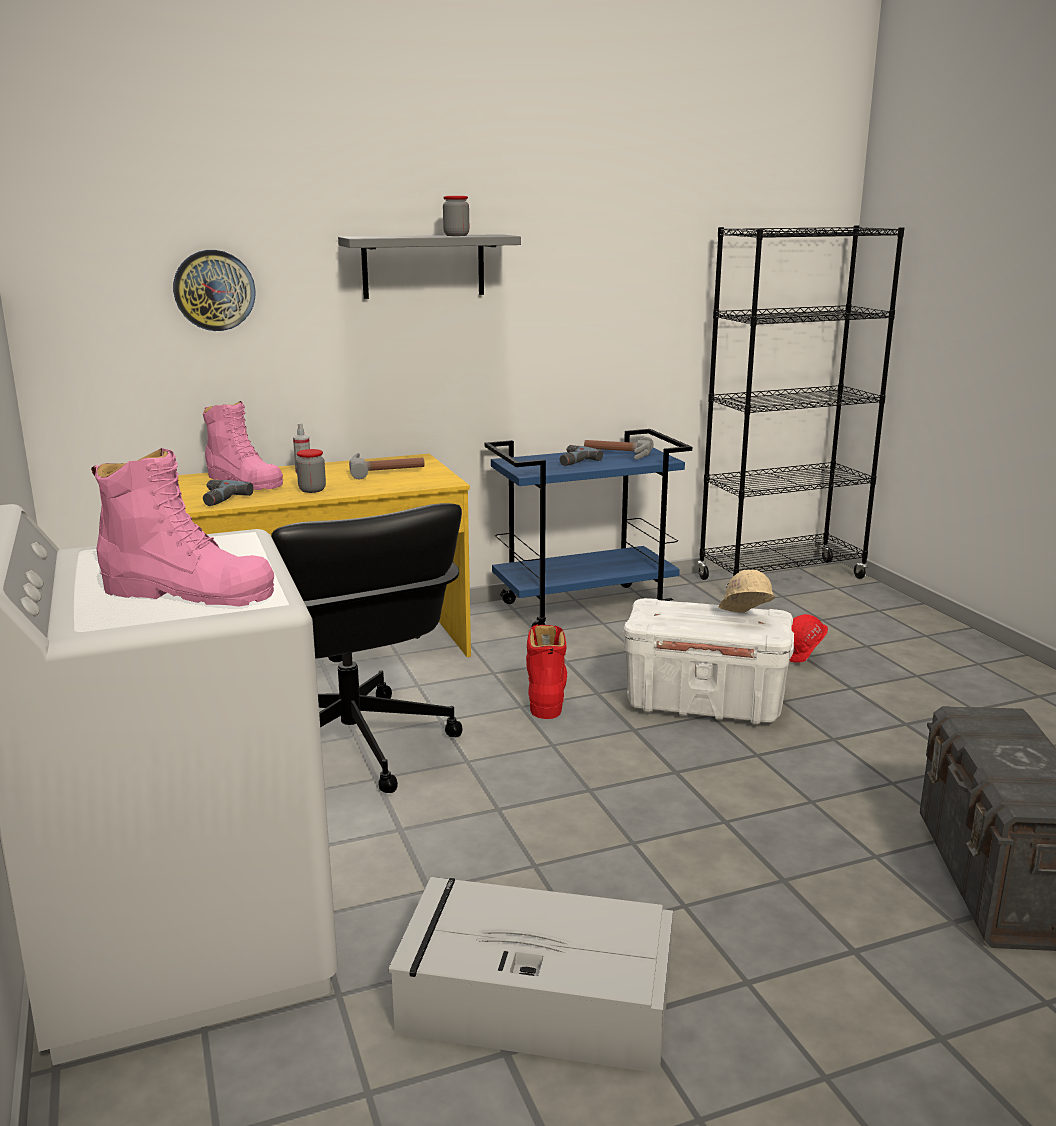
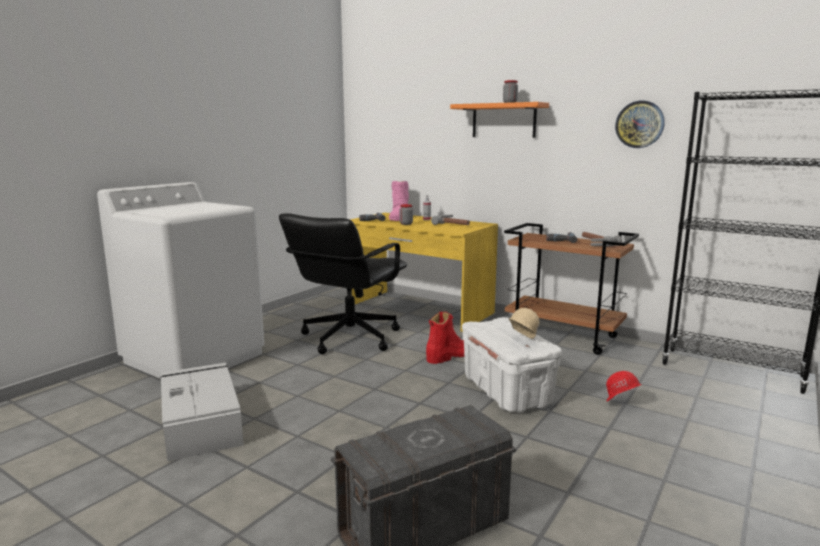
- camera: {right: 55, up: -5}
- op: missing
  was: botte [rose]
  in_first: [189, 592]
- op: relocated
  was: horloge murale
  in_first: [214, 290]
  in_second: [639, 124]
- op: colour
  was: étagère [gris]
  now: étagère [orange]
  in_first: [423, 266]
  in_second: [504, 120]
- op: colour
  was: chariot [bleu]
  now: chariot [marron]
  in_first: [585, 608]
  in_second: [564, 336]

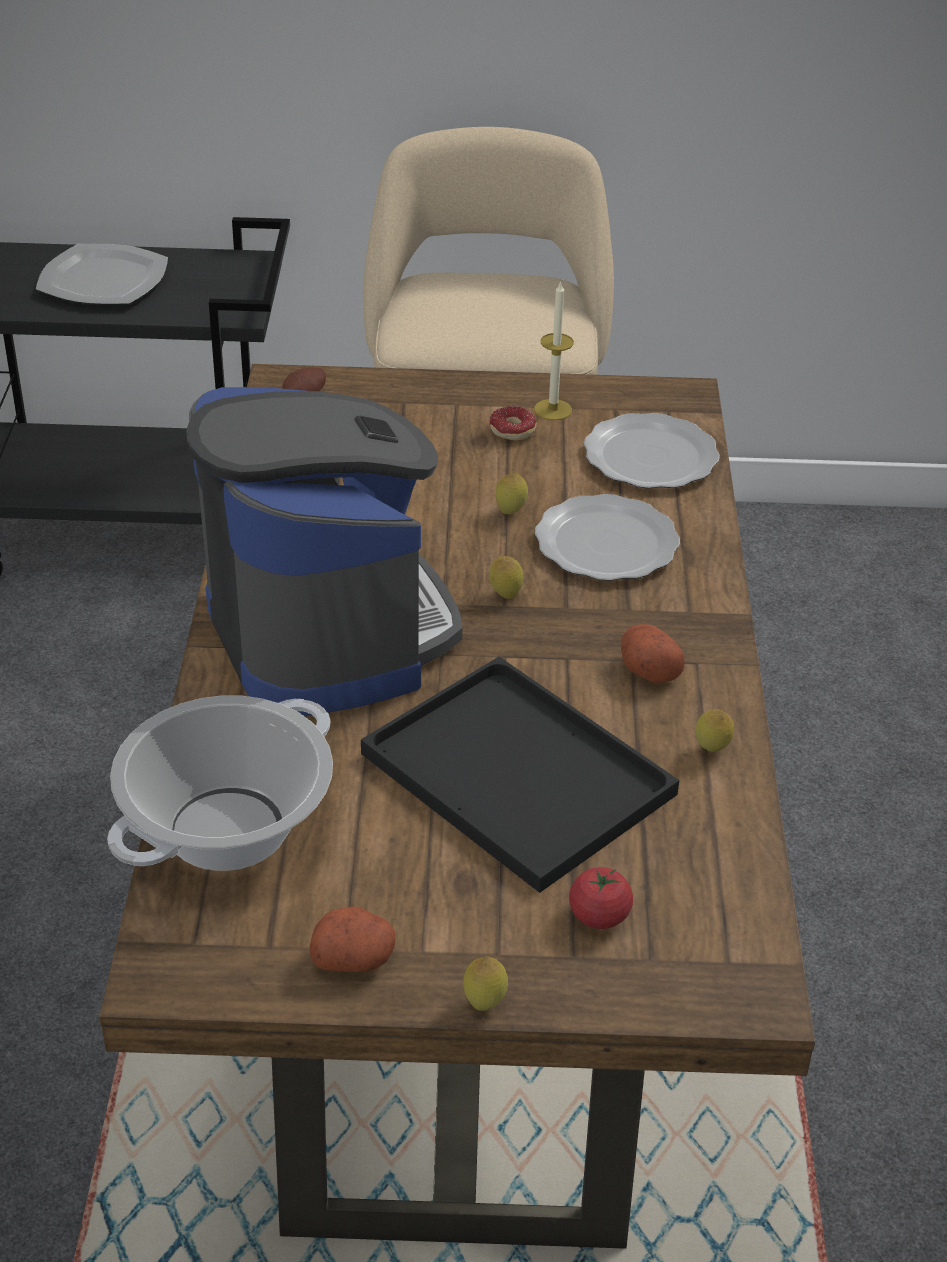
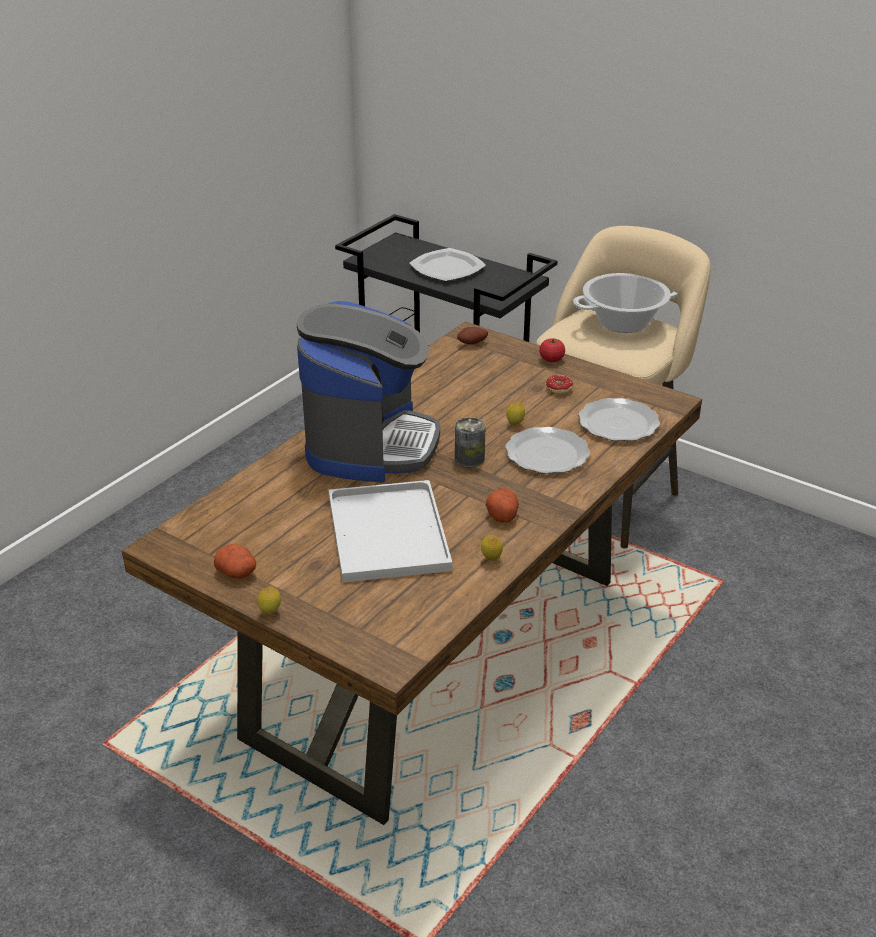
- camera: {right: 35, up: -5}
- op: missing
  was: bougie
  in_first: [553, 410]
- op: relocated
  was: marmite
  in_first: [226, 829]
  in_second: [623, 322]
- op: relocated
  was: tomate
  in_first: [599, 916]
  in_second: [551, 359]
- op: exchanged
  was: citron
  now: boîte métallique
  in_first: [505, 595]
  in_second: [469, 459]
- op: colour
  was: plateau [noir]
  now: plateau [blanc]
  in_first: [511, 772]
  in_second: [386, 531]

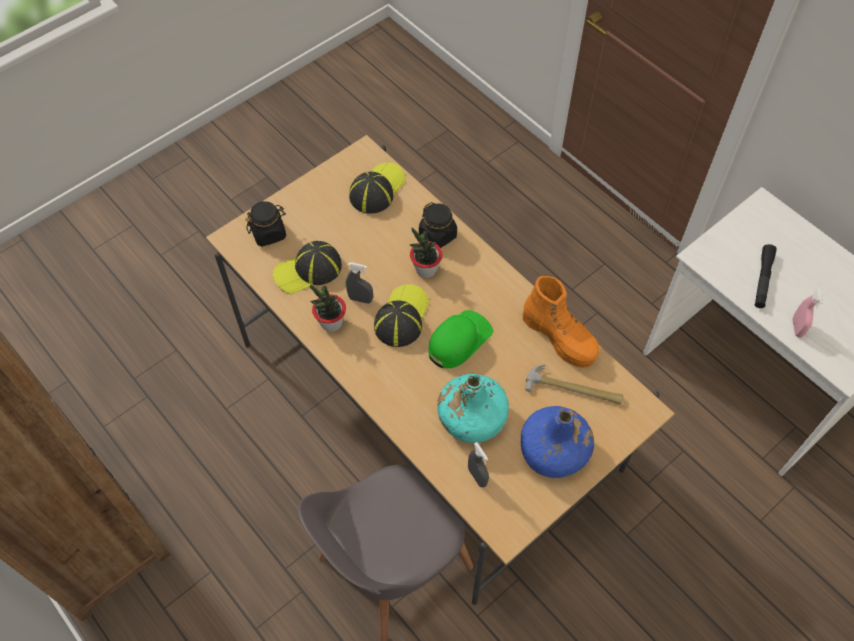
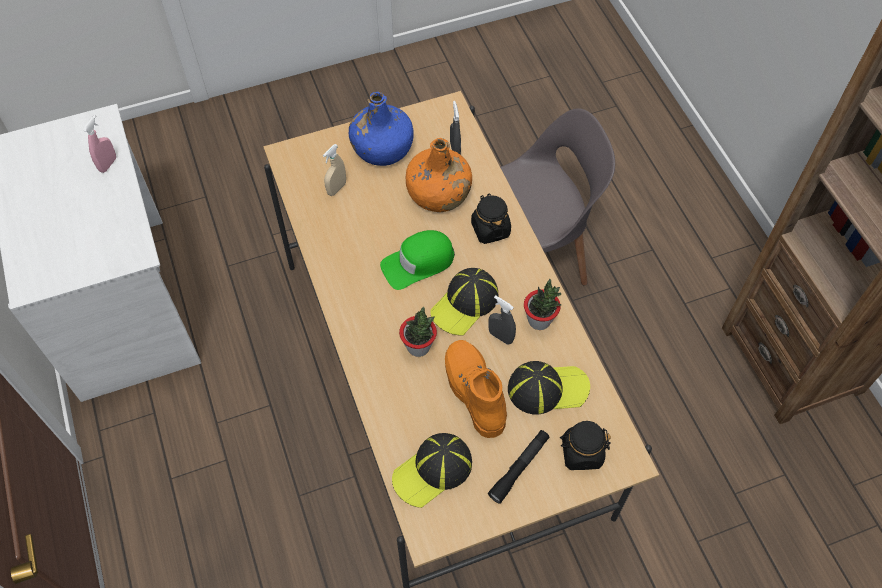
- camera: {right: -160, up: 0}
- op: relocated
  was: bocal [noir]
  in_first: [438, 235]
  in_second: [490, 229]
- op: relocated
  was: botte [orange]
  in_first: [560, 337]
  in_second: [474, 393]
- op: relocated
  was: lampe de poche [noir]
  in_first: [762, 280]
  in_second: [519, 468]
- op: exchanged
  was: marteau
  now: vaporisateur [beige]
  in_first: [573, 390]
  in_second: [336, 188]
- op: colour
  was: bouteille [turquoise]
  now: bouteille [orange]
  in_first: [472, 418]
  in_second: [438, 194]

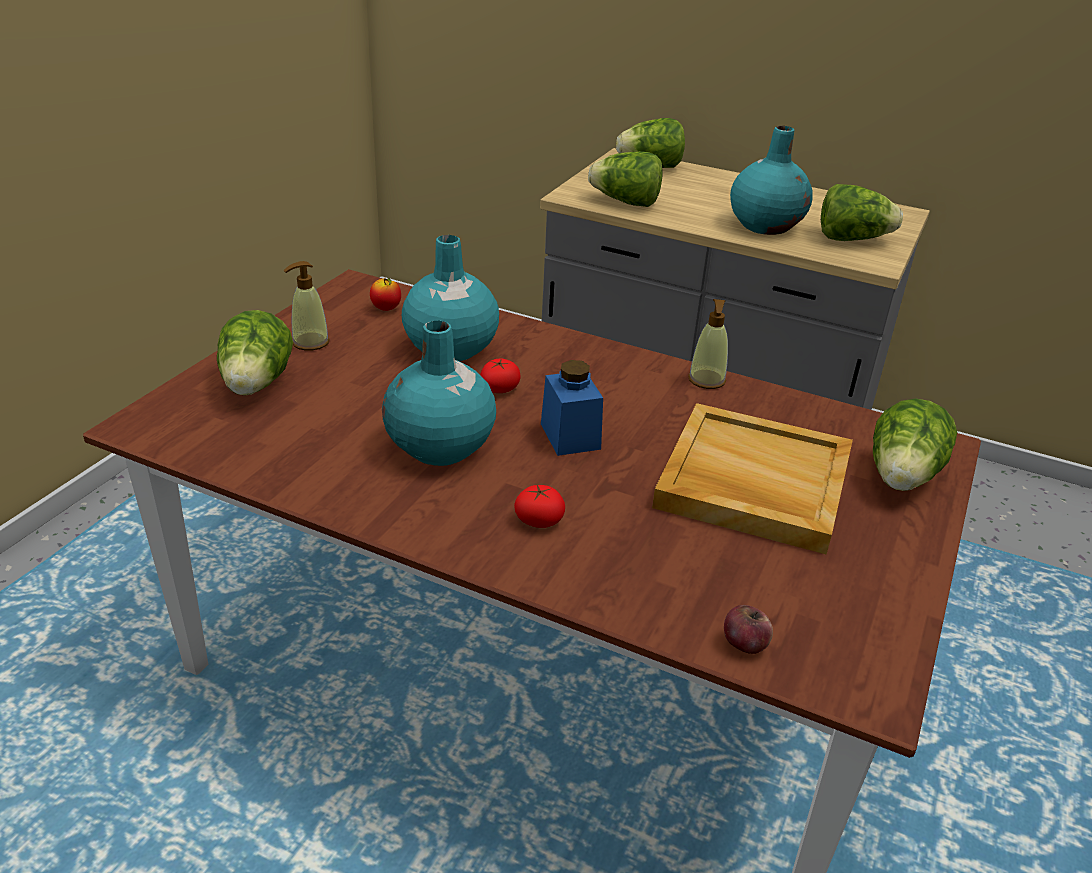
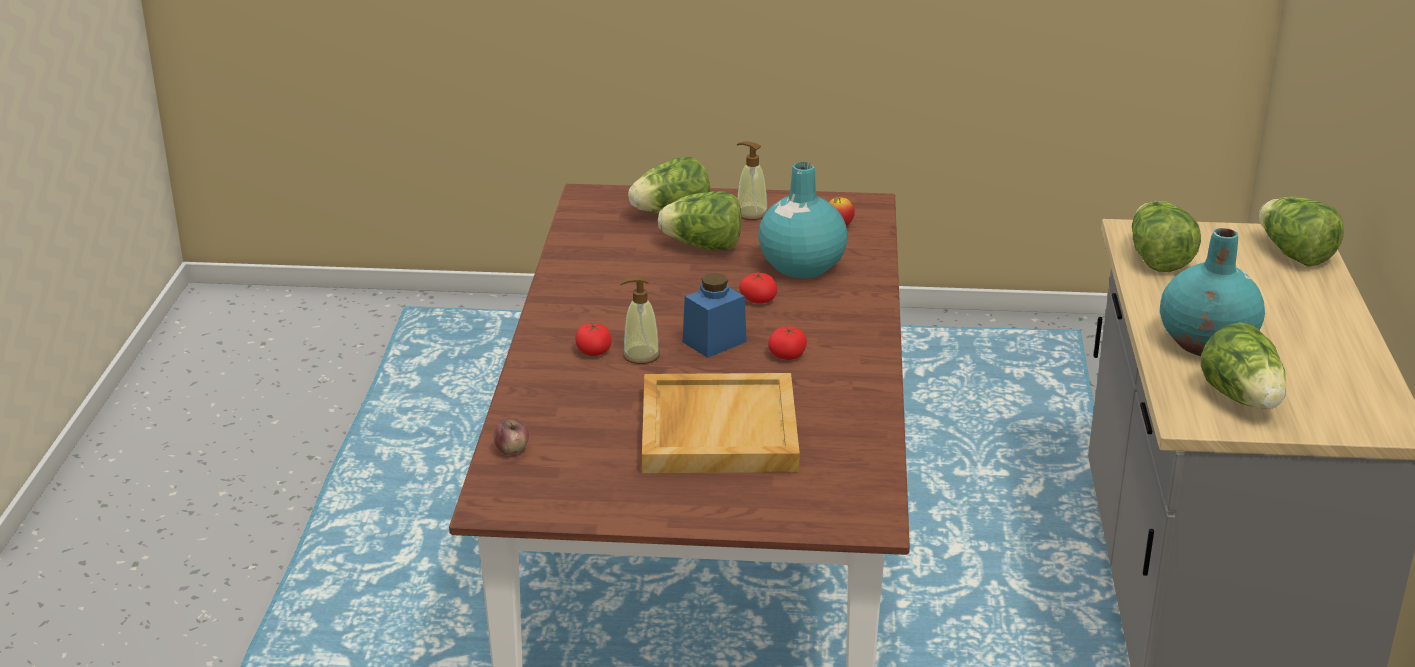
- camera: {right: 70, up: -5}
- op: missing
  was: vase [turquoise]
  in_first: [440, 447]
- op: appeared
  now: tomate
  in_second: [787, 355]
- op: relocated
  was: distributeur de savon
  in_first: [706, 380]
  in_second: [640, 355]
- op: relocated
  was: laitue
  in_first: [902, 478]
  in_second: [703, 247]

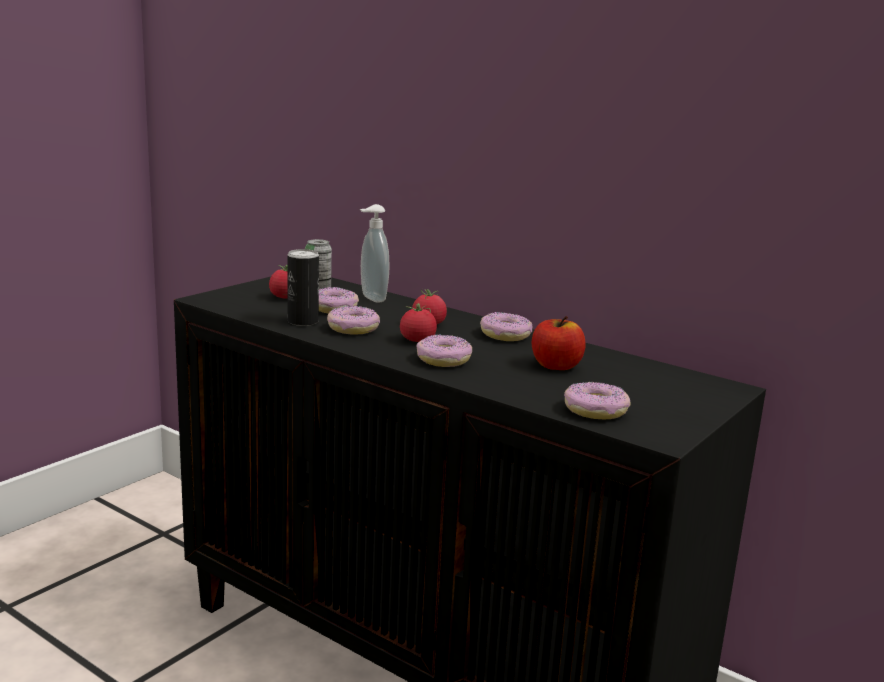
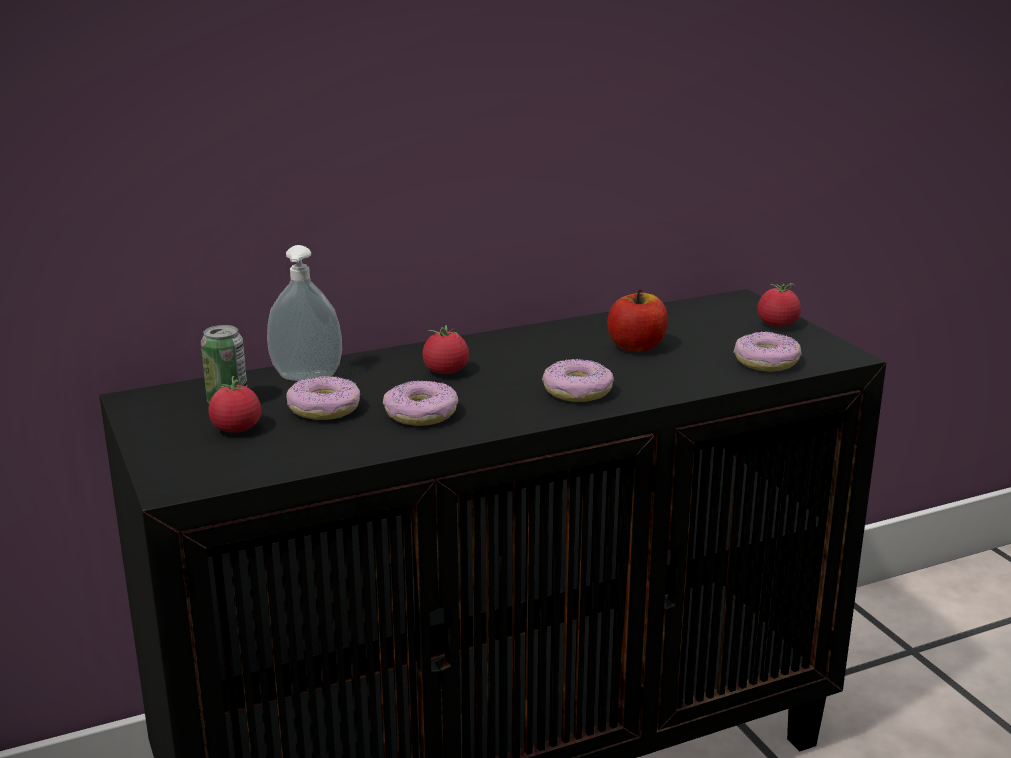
- camera: {right: -60, up: 5}
- op: missing
  was: boîte métallique
  in_first: [303, 321]
- op: missing
  was: beignet
  in_first: [505, 335]
- op: relocated
  was: tomate
  in_first: [417, 340]
  in_second: [777, 324]

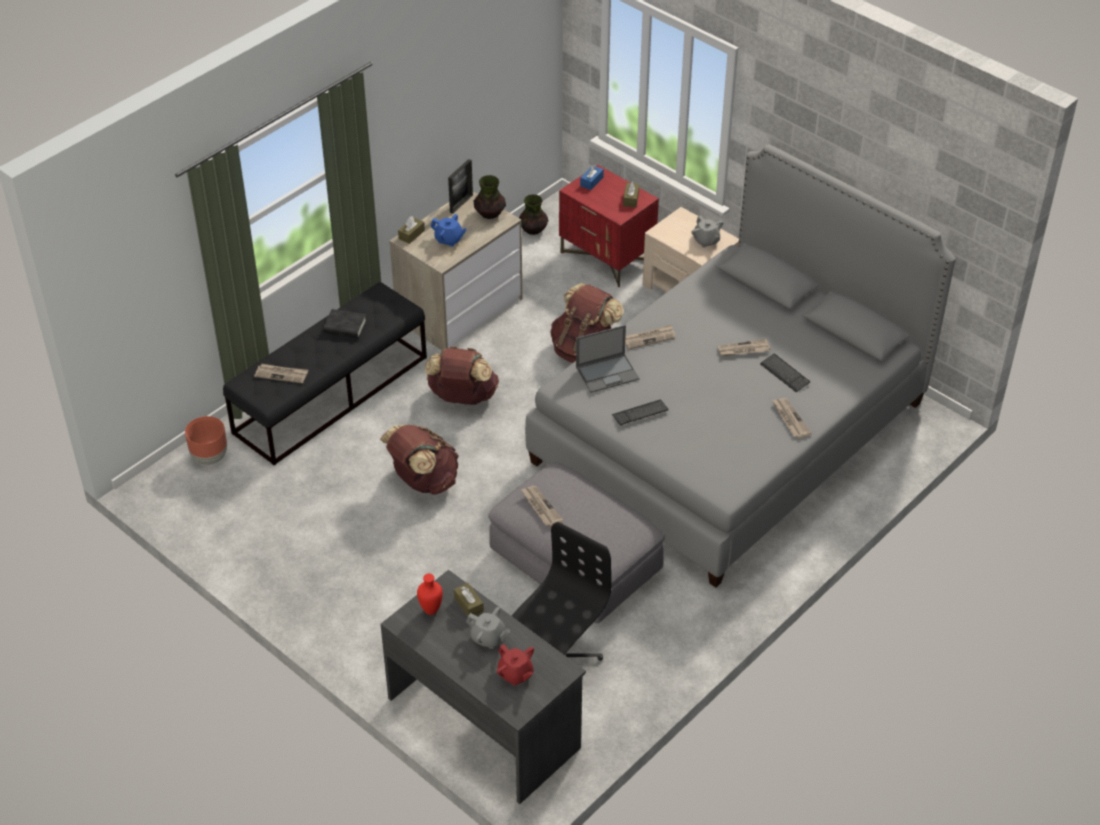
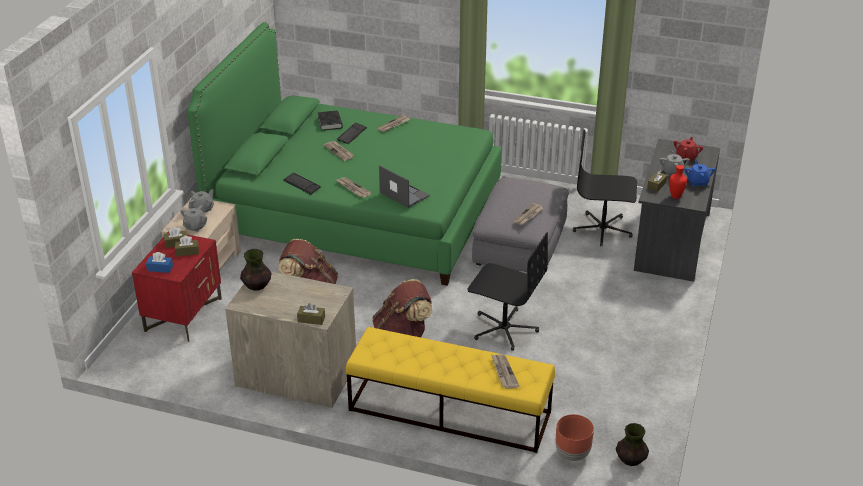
- camera: {right: -115, up: -10}
- op: missing
  was: cadre photo
  in_first: [461, 203]
- op: appeared
  now: boîte à mouchoirs [marron]
  in_second: [187, 252]
- op: appeared
  now: théière [gris]
  in_second: [195, 227]
- op: relocated
  was: livre [noir]
  in_first: [345, 327]
  in_second: [330, 123]
- op: relocated
  was: théière [bleu]
  in_first: [449, 240]
  in_second: [697, 182]
- op: relocated
  was: vase
  in_first: [533, 230]
  in_second: [630, 460]
- op: relocated
  was: clavier
  in_first: [640, 413]
  in_second: [302, 184]
- op: exchanged
  was: sac à dos [marron]
  now: chaise de bureau [noir]
  in_first: [423, 481]
  in_second: [504, 328]
- op: colour
  was: banc [noir]
  now: banc [jaune]
  in_first: [331, 394]
  in_second: [449, 411]
- op: colour
  was: lit [gris]
  now: lit [vert]
  in_first: [729, 431]
  in_second: [355, 214]

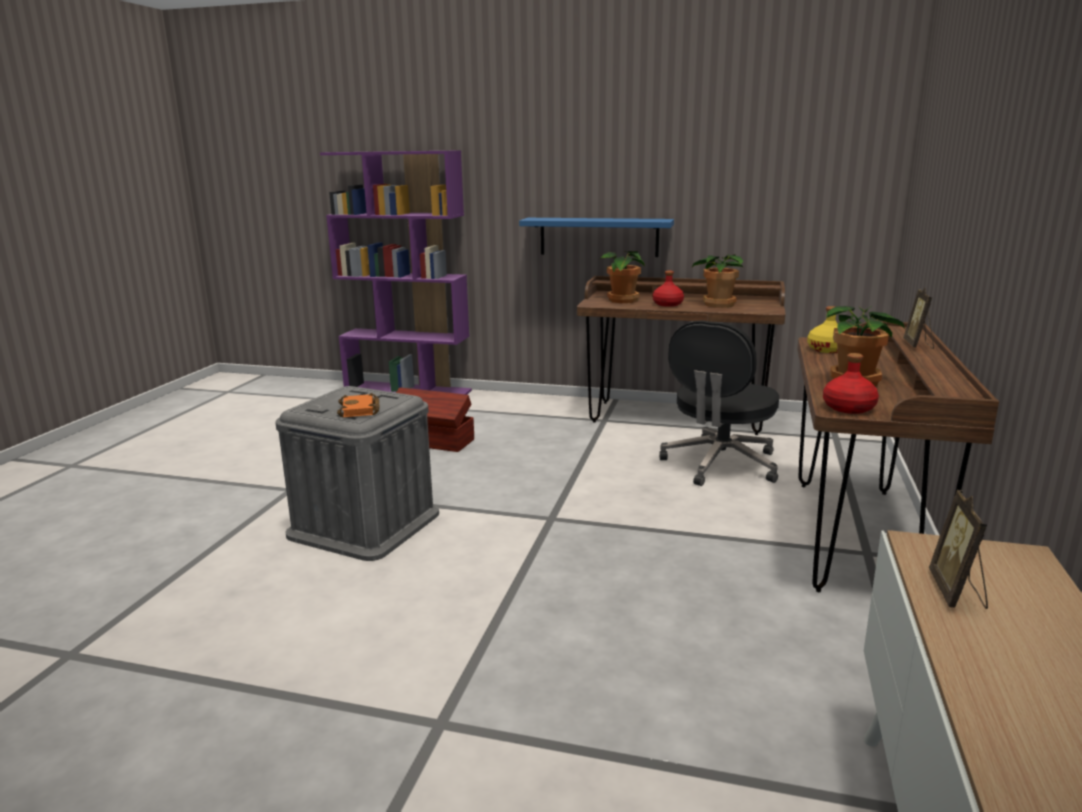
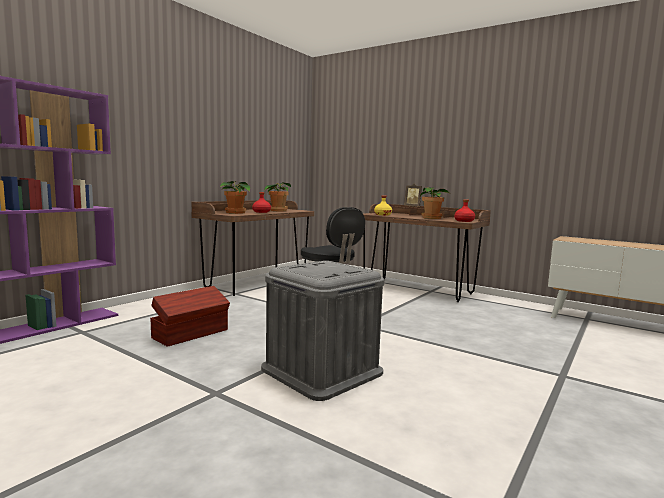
- camera: {right: -70, up: -10}
- op: missing
  was: livre [orange]
  in_first: [360, 410]
- op: missing
  was: étagère [bleu]
  in_first: [599, 237]
- op: missing
  was: cadre photo
  in_first: [957, 592]

